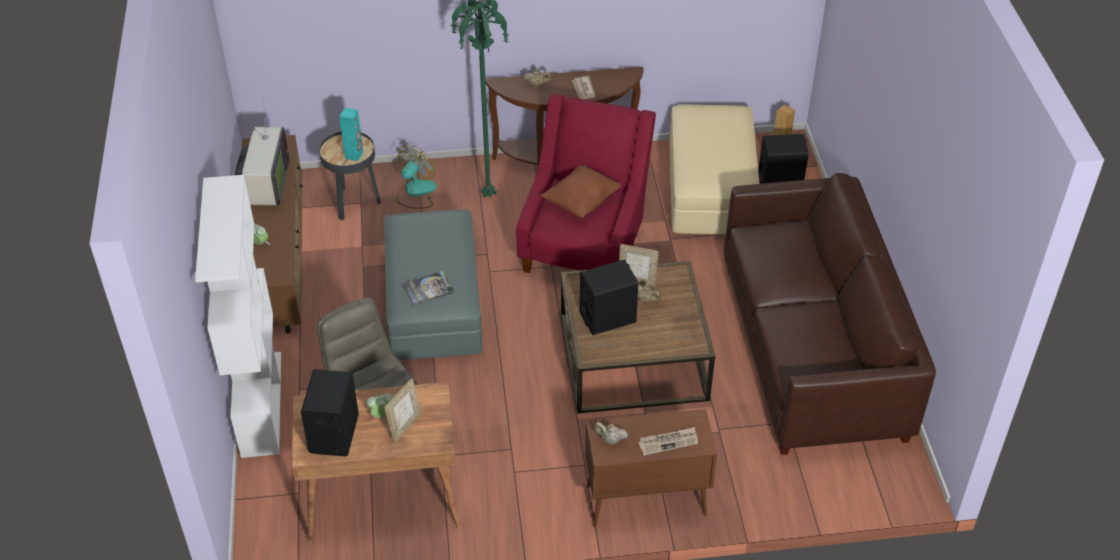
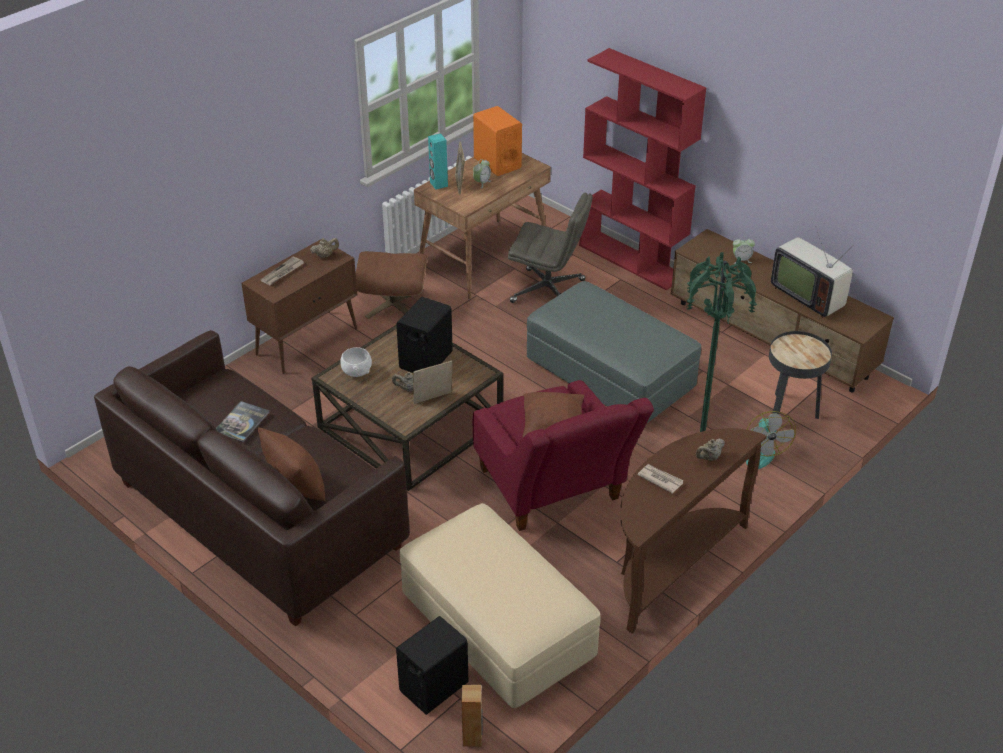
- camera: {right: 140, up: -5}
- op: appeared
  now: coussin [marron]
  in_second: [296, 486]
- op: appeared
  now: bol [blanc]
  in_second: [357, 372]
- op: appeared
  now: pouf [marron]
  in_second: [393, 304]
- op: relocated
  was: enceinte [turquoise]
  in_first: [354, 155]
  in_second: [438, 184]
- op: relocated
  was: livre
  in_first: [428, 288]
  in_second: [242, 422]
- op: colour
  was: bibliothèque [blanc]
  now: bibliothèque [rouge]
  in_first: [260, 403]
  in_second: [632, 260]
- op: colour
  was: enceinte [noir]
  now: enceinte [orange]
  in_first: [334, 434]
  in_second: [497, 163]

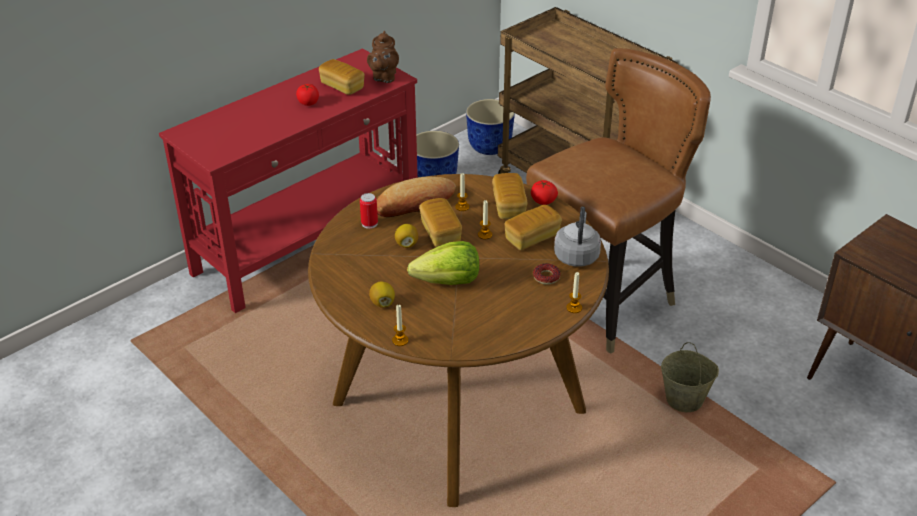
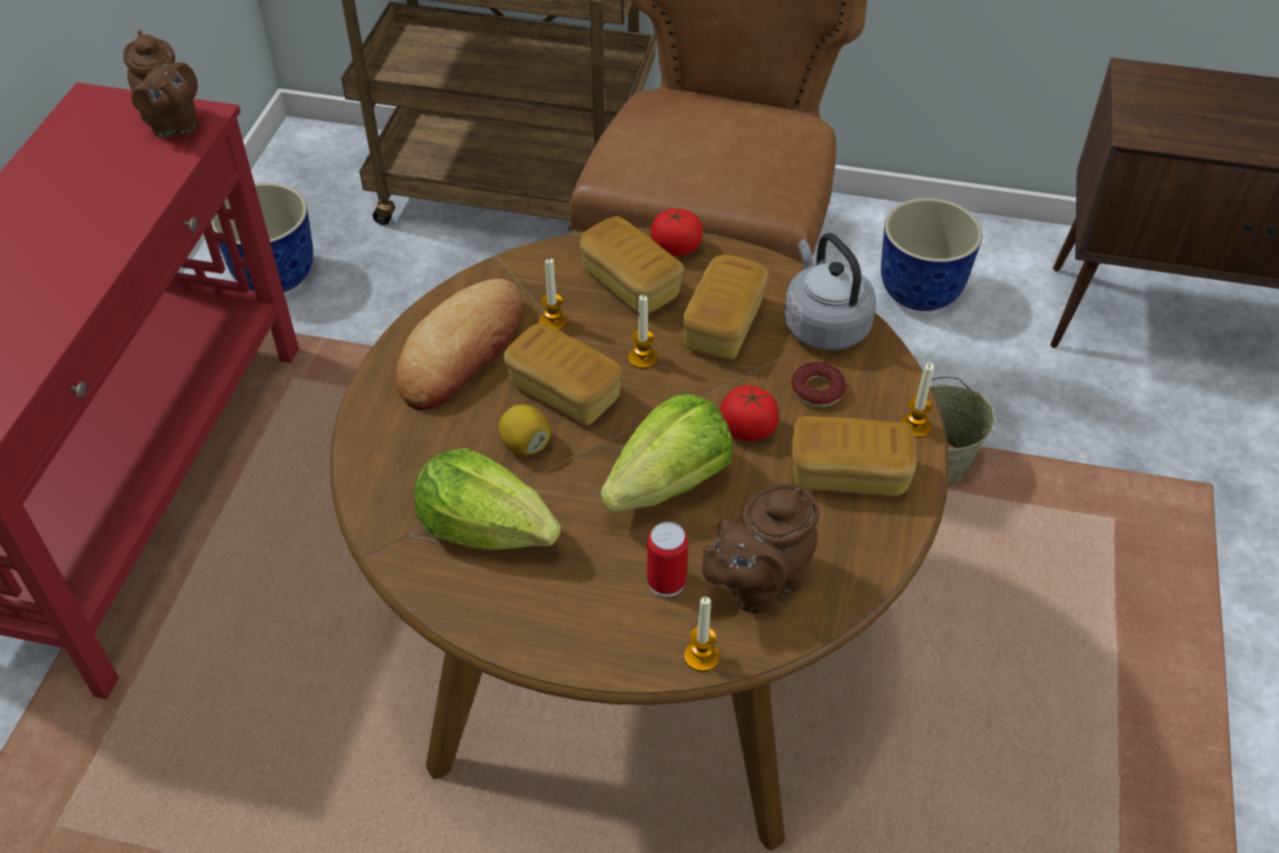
- camera: {right: -35, up: 10}
- op: missing
  was: citron
  in_first: [382, 303]
- op: appeared
  now: laitue
  in_second: [487, 527]
- op: appeared
  now: théière [marron]
  in_second: [758, 584]
- op: relocated
  was: tomate
  in_first: [308, 103]
  in_second: [748, 429]
- op: relocated
  was: pain
  in_first: [342, 86]
  in_second: [848, 474]
- op: relocated
  was: boîte métallique
  in_first: [369, 223]
  in_second: [666, 581]
- op: relocated
  was: cache-pot
  in_first: [489, 148]
  in_second: [920, 293]

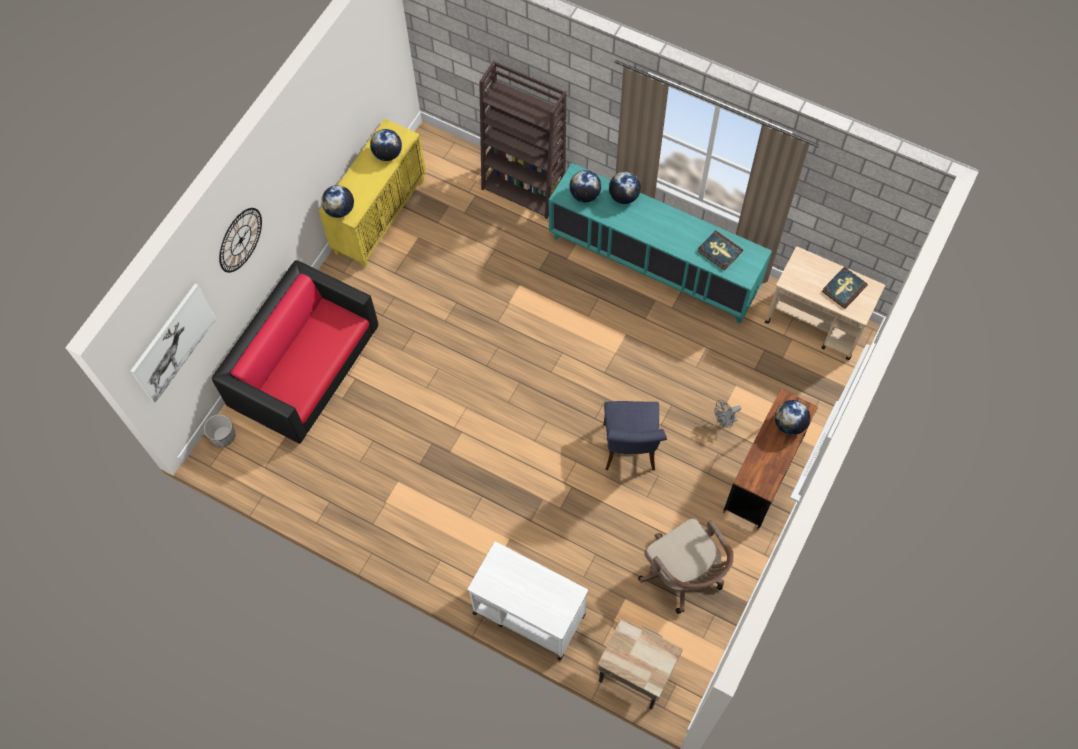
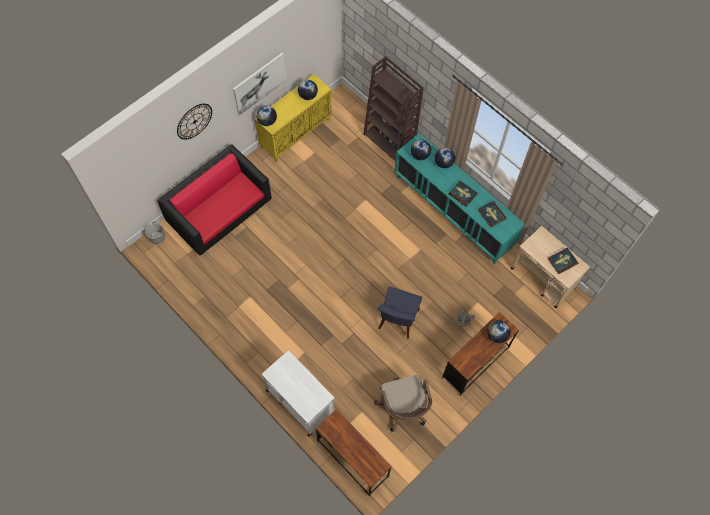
- camera: {right: 15, up: 0}
- op: appeared
  now: livre
  in_second: [462, 194]
- op: relocated
  was: tableau
  in_first: [173, 343]
  in_second: [259, 83]
- op: exchanged
  was: table de chevet [beige]
  now: bureau [marron]
  in_first: [635, 672]
  in_second: [352, 459]

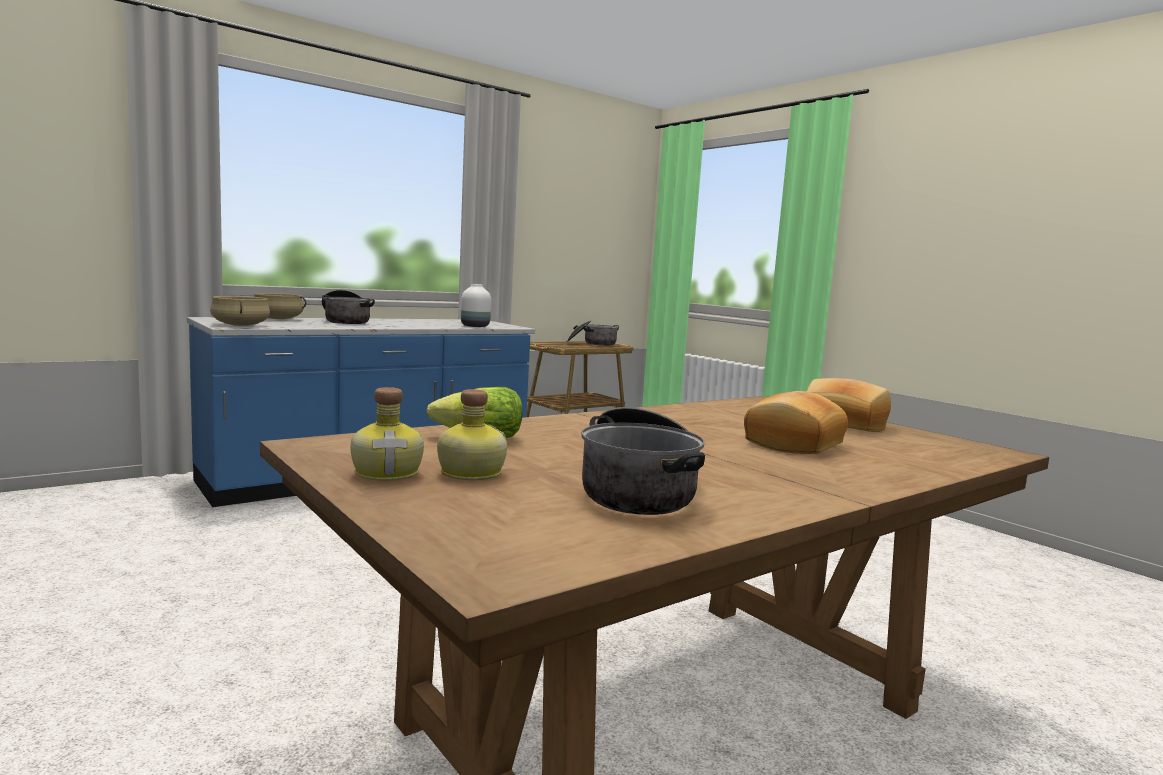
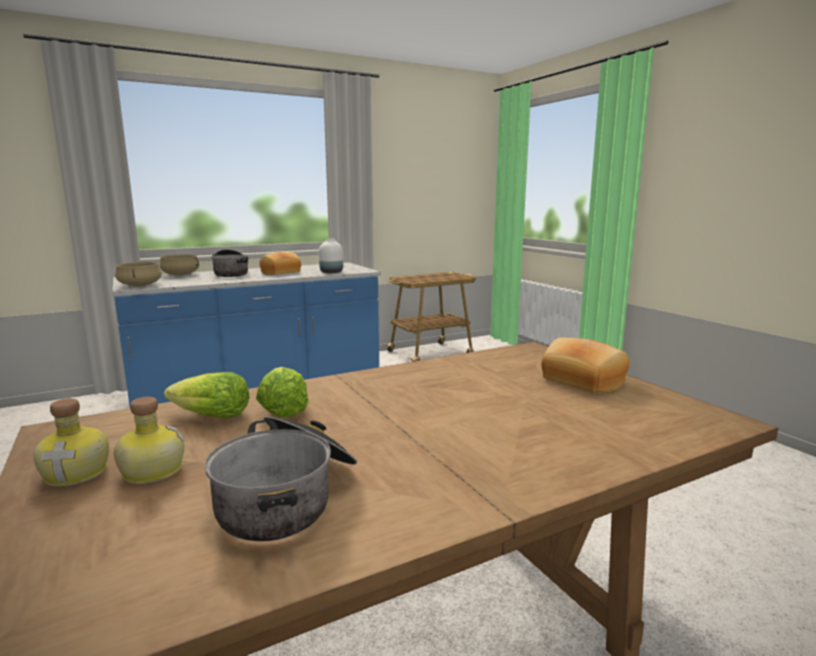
- camera: {right: 10, up: 5}
- op: missing
  was: marmite
  in_first: [592, 343]
- op: appeared
  now: laitue
  in_second: [283, 409]
- op: relocated
  was: pain
  in_first: [791, 443]
  in_second: [280, 272]

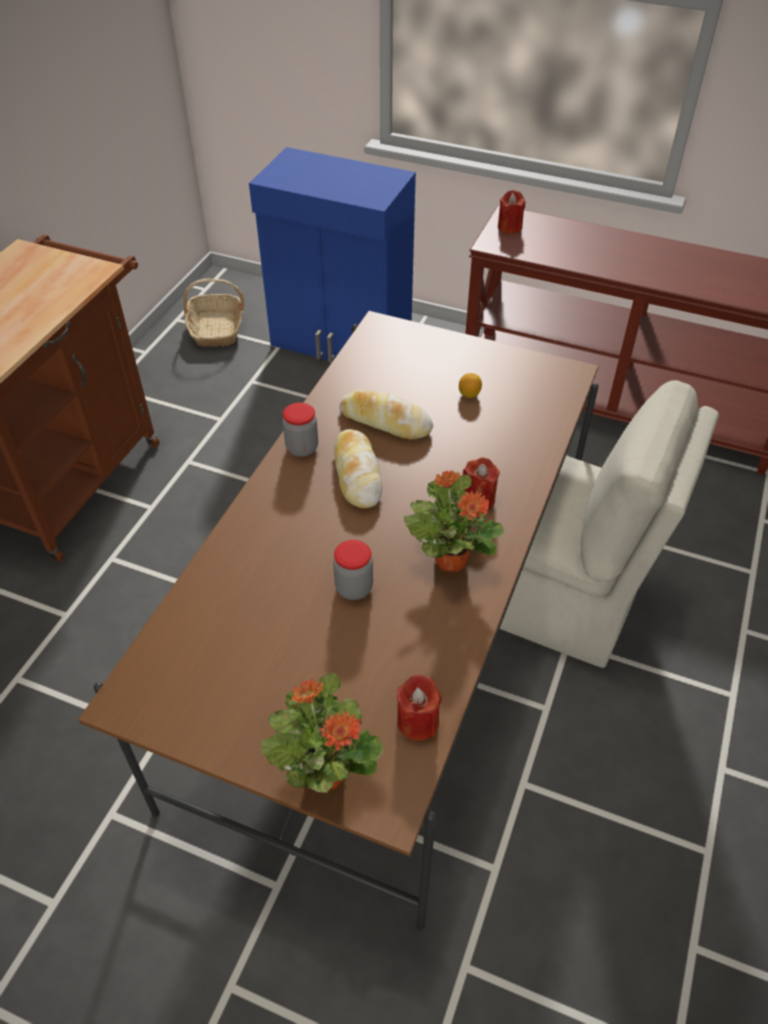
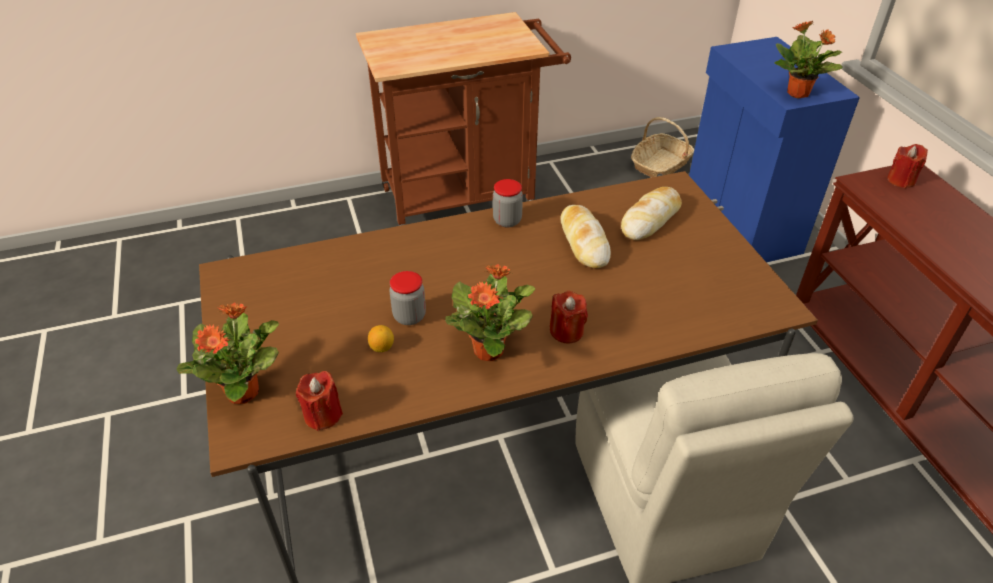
- camera: {right: 50, up: -5}
- op: appeared
  now: plante en pot
  in_second: [798, 94]
- op: relocated
  was: pain
  in_first: [357, 474]
  in_second: [650, 219]
- op: relocated
  was: citron
  in_first: [469, 394]
  in_second: [382, 347]

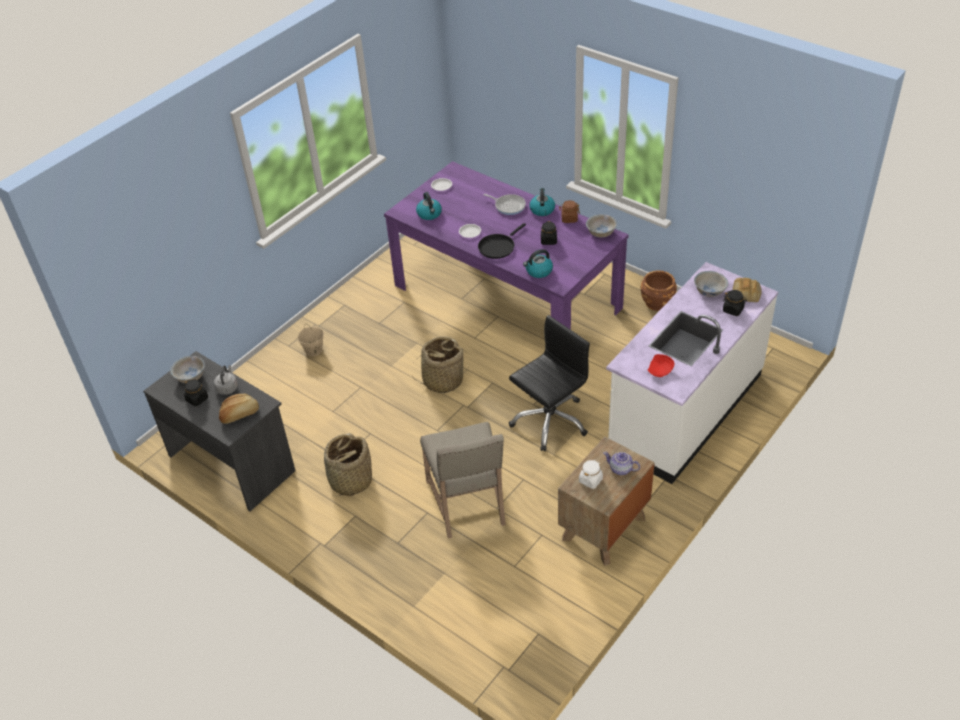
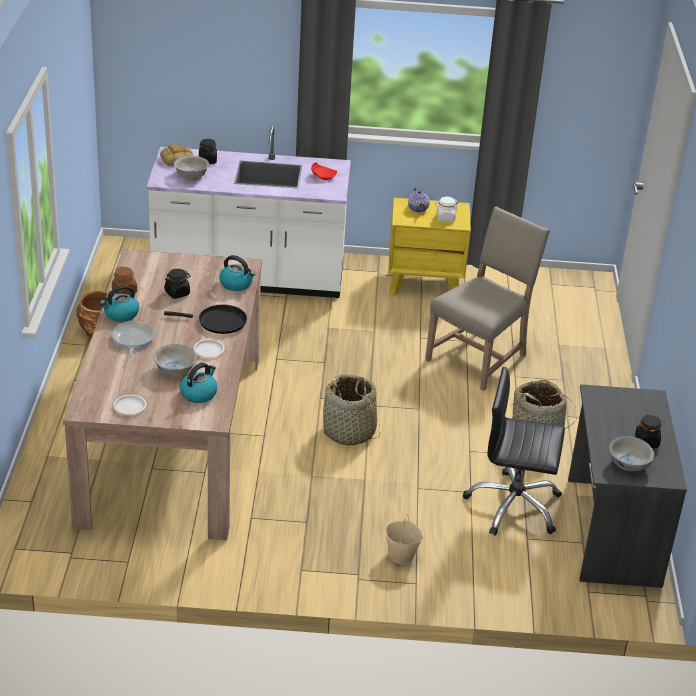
- camera: {right: -130, up: -10}
- op: missing
  was: bouilloire [gris]
  in_first: [227, 387]
- op: missing
  was: pain
  in_first: [239, 415]
- op: relocated
  was: chaise de bureau [noir]
  in_first: [549, 420]
  in_second: [513, 506]
- op: relocated
  was: bol [blanc]
  in_first: [601, 233]
  in_second: [175, 370]
- op: colour
  was: table à manger [violet]
  now: table à manger [beige]
  in_first: [506, 296]
  in_second: [173, 437]
- op: colour
  was: table de chevet [marron]
  now: table de chevet [jaune]
  in_first: [603, 529]
  in_second: [425, 283]

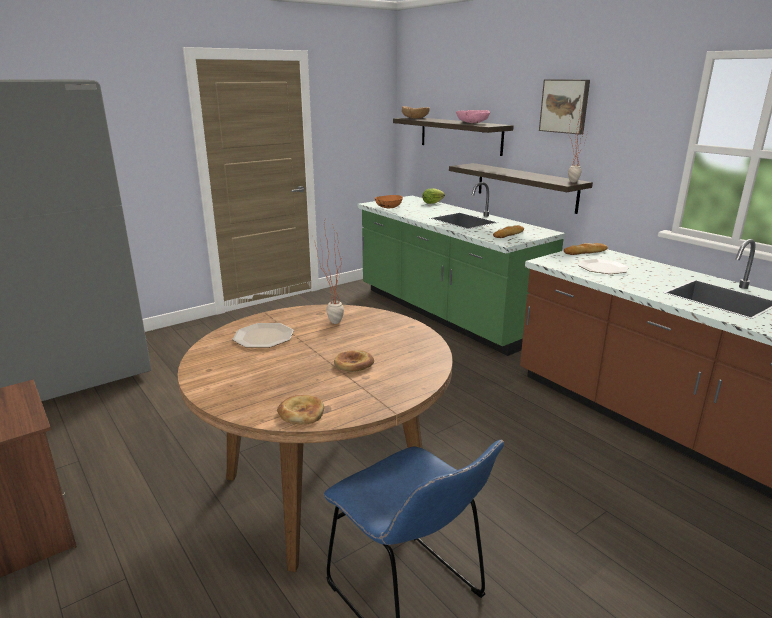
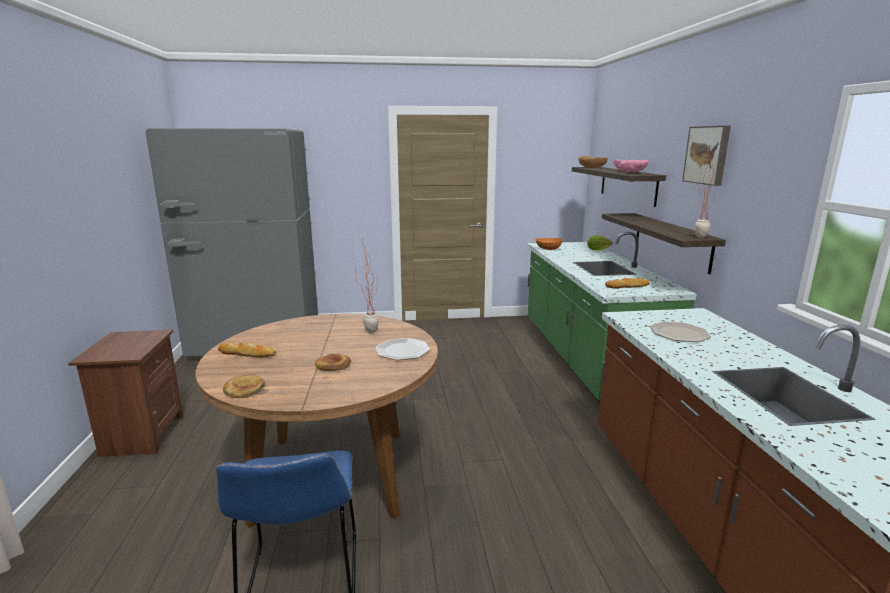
- camera: {right: 30, up: -5}
- op: relocated
  was: assiette
  in_first: [263, 337]
  in_second: [402, 350]
- op: relocated
  was: pain
  in_first: [585, 252]
  in_second: [247, 354]

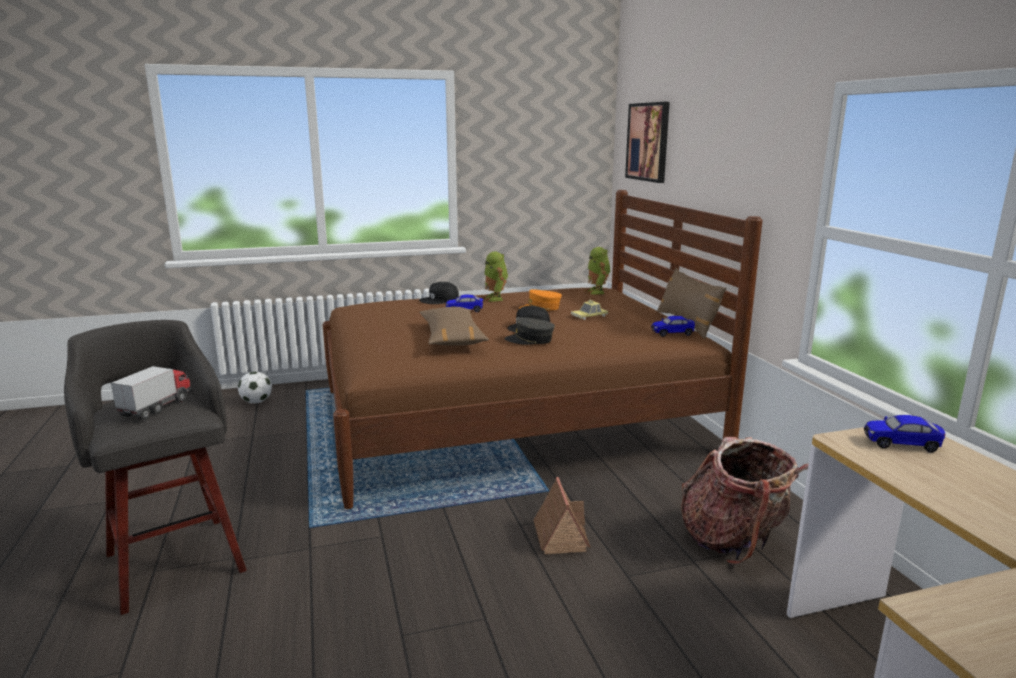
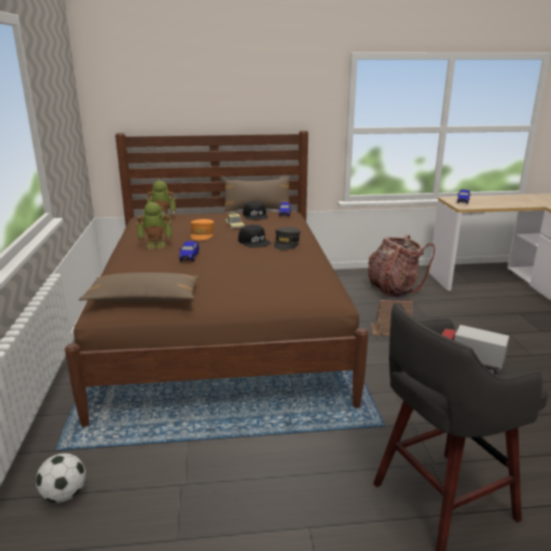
- camera: {right: -80, up: 5}
- op: missing
  was: tableau
  in_first: [648, 142]
- op: relocated
  was: casquette [noir]
  in_first: [440, 300]
  in_second: [255, 215]
- op: relocated
  was: coussin [marron]
  in_first: [452, 337]
  in_second: [143, 299]

